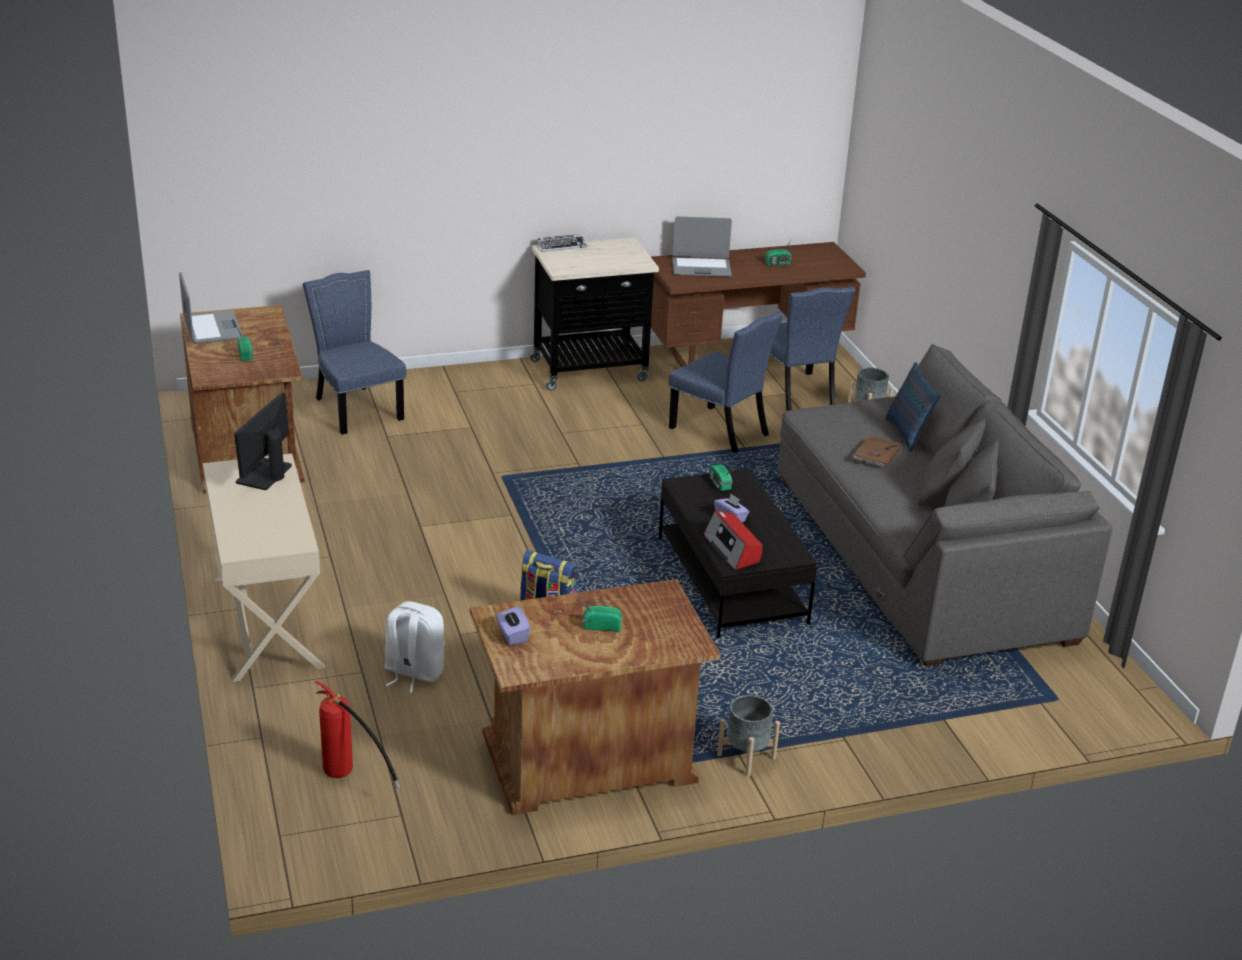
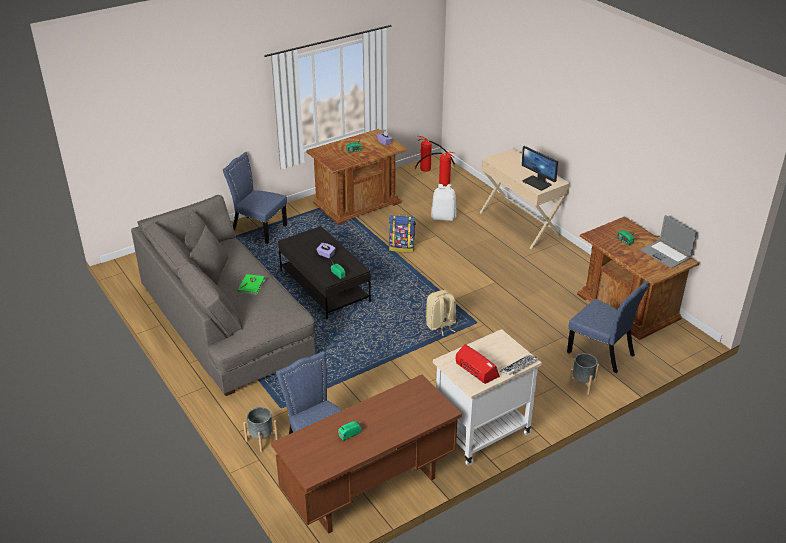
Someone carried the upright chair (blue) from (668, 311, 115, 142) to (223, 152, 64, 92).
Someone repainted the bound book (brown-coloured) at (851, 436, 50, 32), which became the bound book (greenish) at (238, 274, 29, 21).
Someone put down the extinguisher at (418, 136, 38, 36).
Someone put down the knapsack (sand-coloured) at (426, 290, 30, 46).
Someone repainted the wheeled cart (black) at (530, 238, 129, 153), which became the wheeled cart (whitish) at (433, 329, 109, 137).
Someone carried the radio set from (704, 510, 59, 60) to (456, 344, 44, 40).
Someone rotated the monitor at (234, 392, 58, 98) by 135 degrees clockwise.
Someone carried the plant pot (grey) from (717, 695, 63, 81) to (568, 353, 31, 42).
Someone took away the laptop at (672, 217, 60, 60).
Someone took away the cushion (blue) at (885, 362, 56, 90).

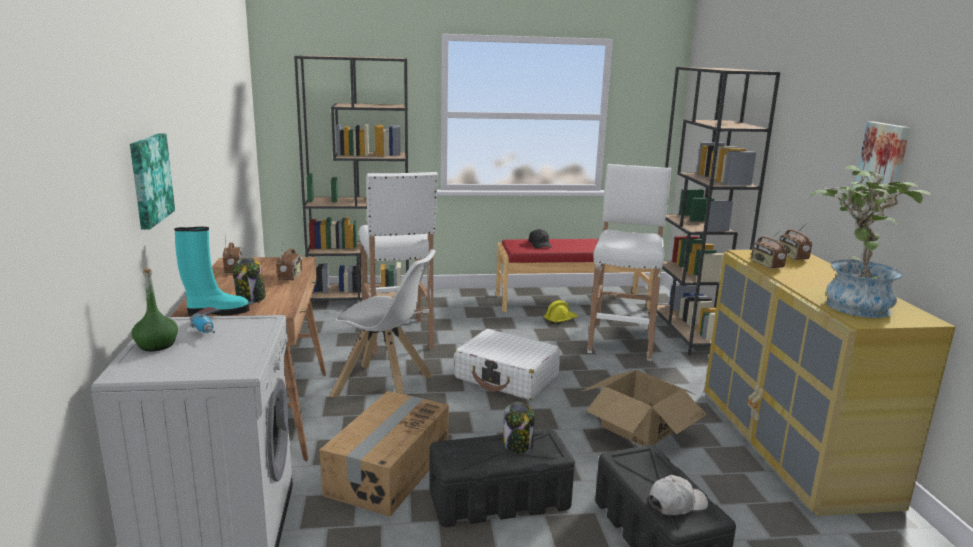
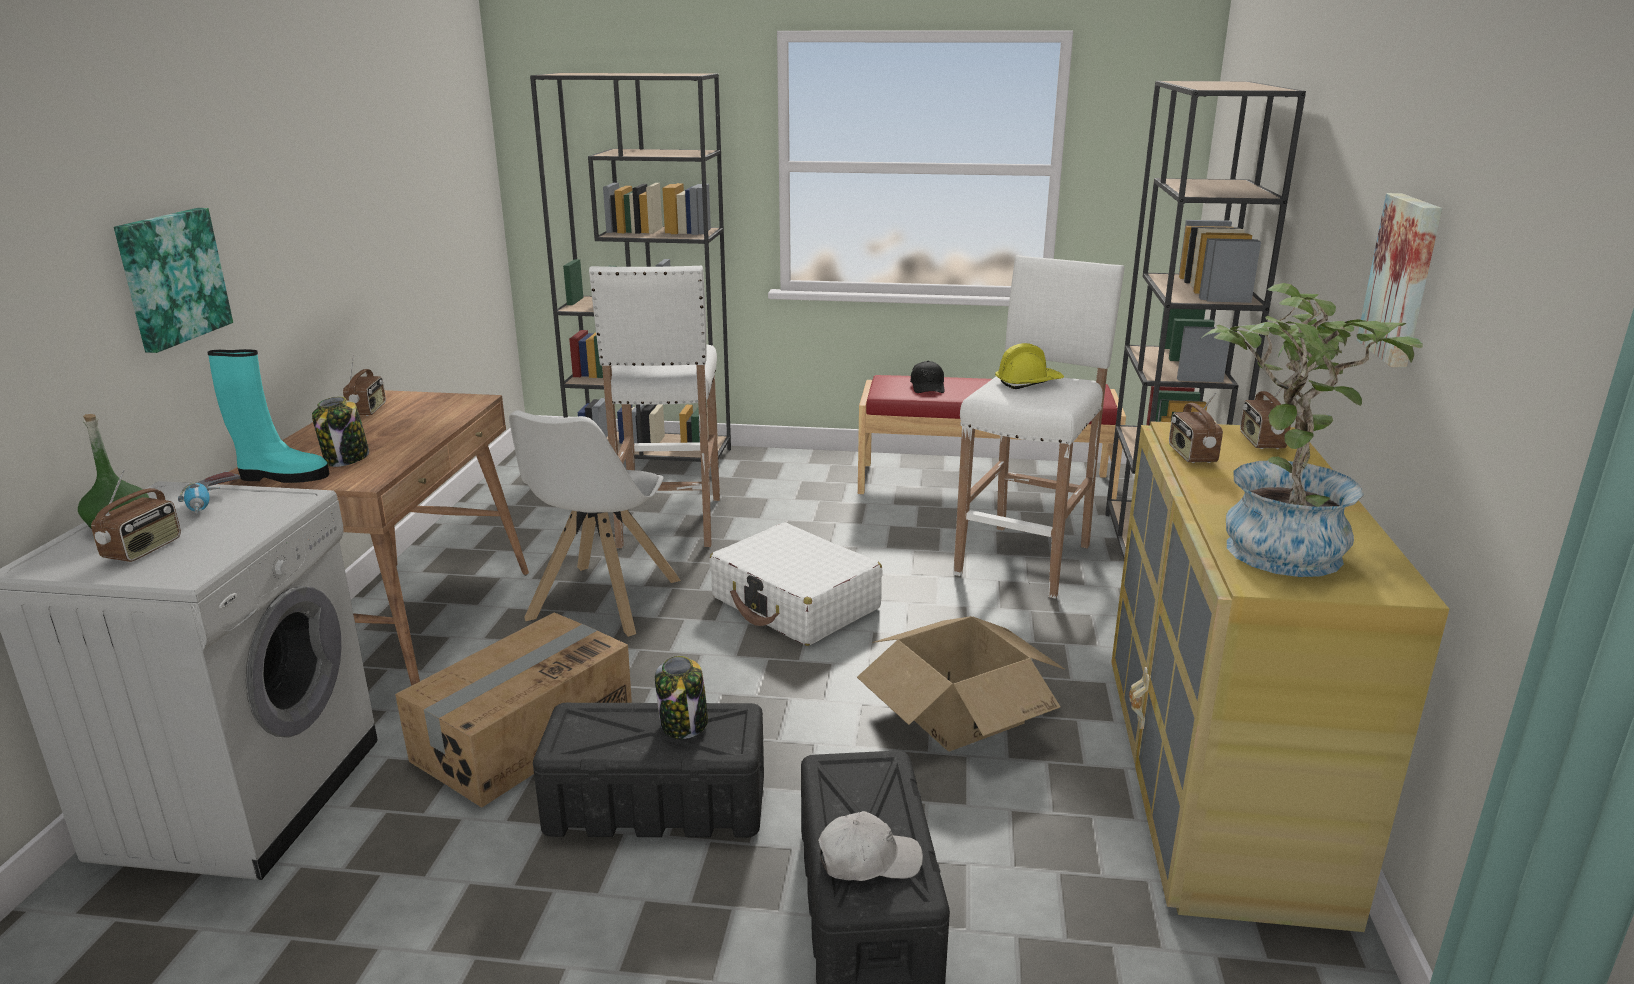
Someone carried the radio set from (276, 239, 26, 42) to (91, 469, 90, 93).
Someone rotated the upright chair at (330, 249, 106, 149) by 75 degrees clockwise.
Someone carried the work helmet (yellow-coloured) from (544, 300, 34, 25) to (995, 343, 69, 46).

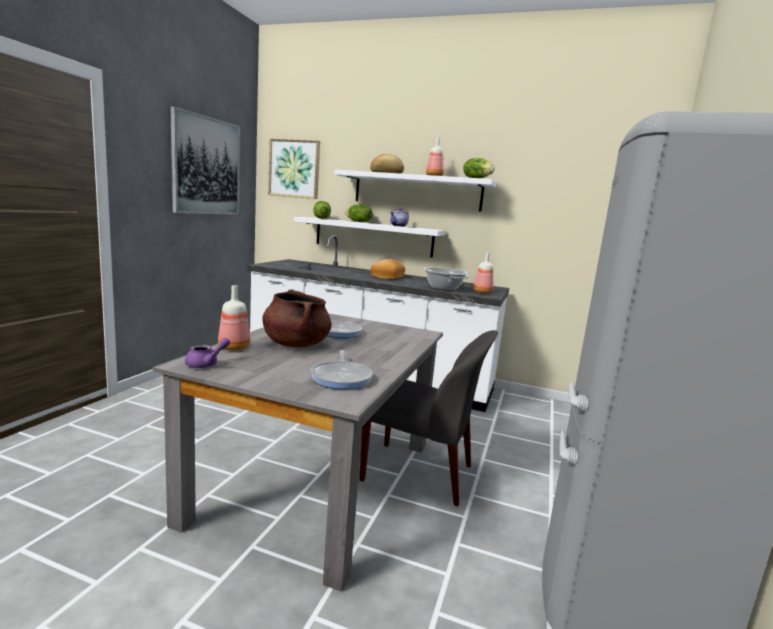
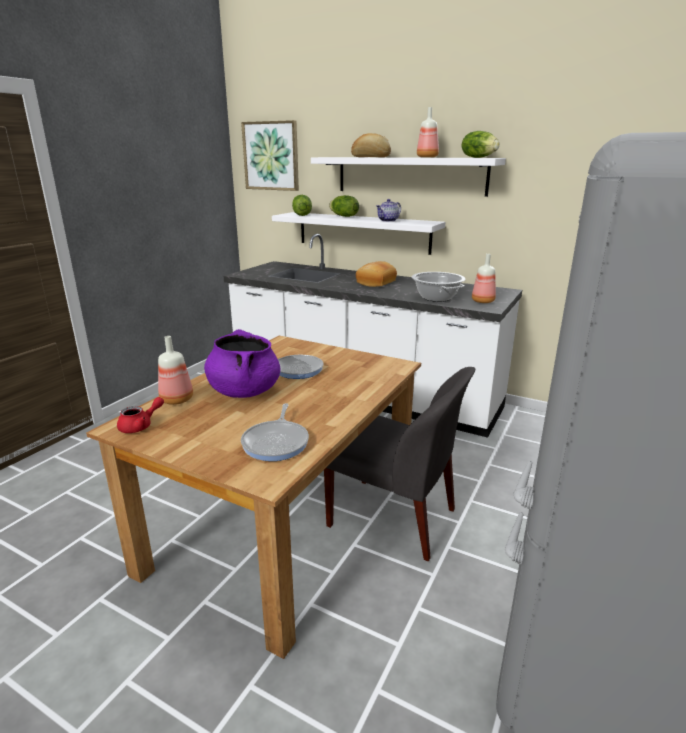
Someone repainted the dinner table (grey) at (153, 313, 290, 279), which became the dinner table (brown-coloured) at (86, 336, 335, 323).
Someone repainted the pot for tea (purplish) at (185, 338, 45, 30), which became the pot for tea (red) at (117, 397, 47, 36).
Someone repainted the stockpot (brown-coloured) at (263, 290, 69, 57), which became the stockpot (purplish) at (204, 329, 77, 69).
Someone took away the picture at (170, 106, 70, 109).

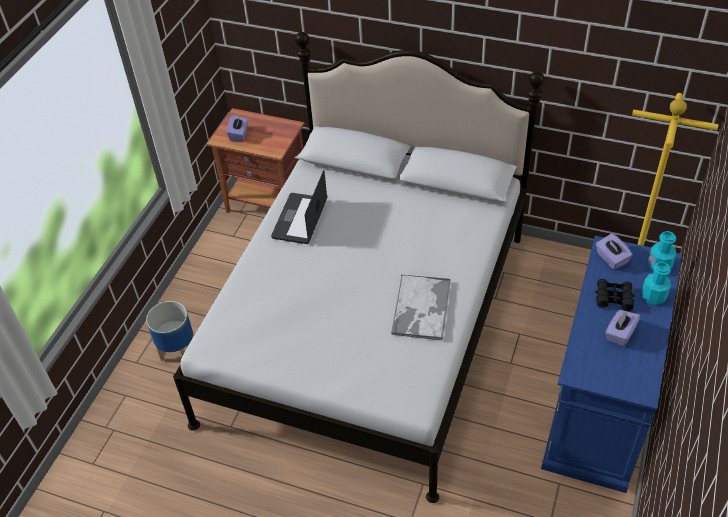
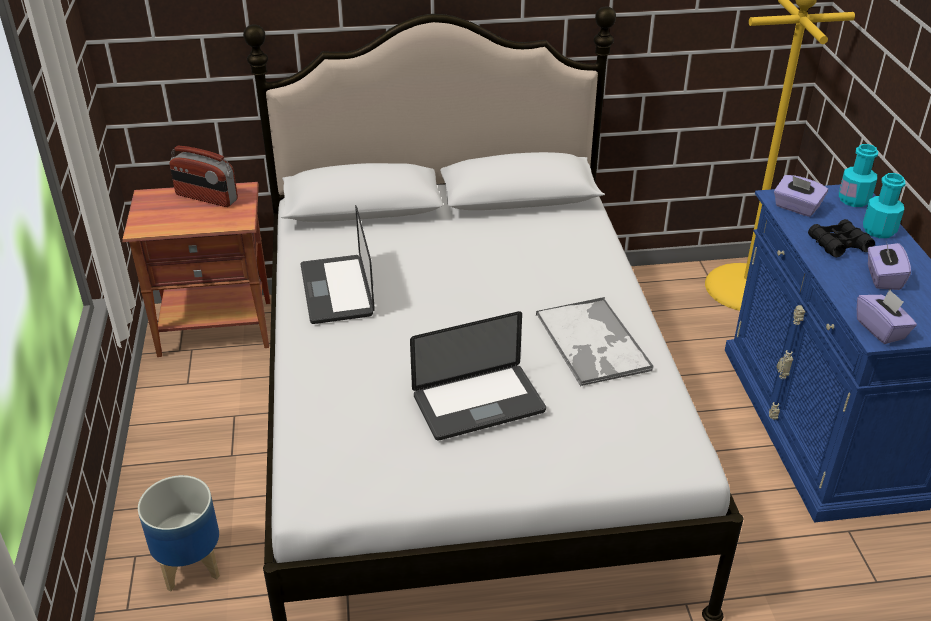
Someone put down the radio set at (170, 146, 68, 61).
Someone put down the laptop at (410, 311, 136, 130).
Someone carried the tissue box (purplish) from (227, 115, 21, 27) to (857, 289, 60, 55).

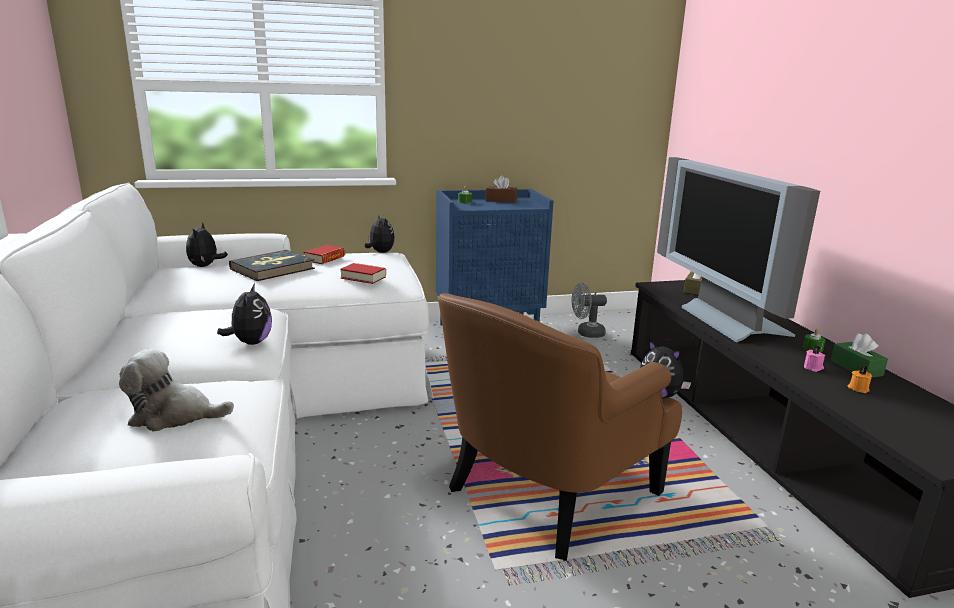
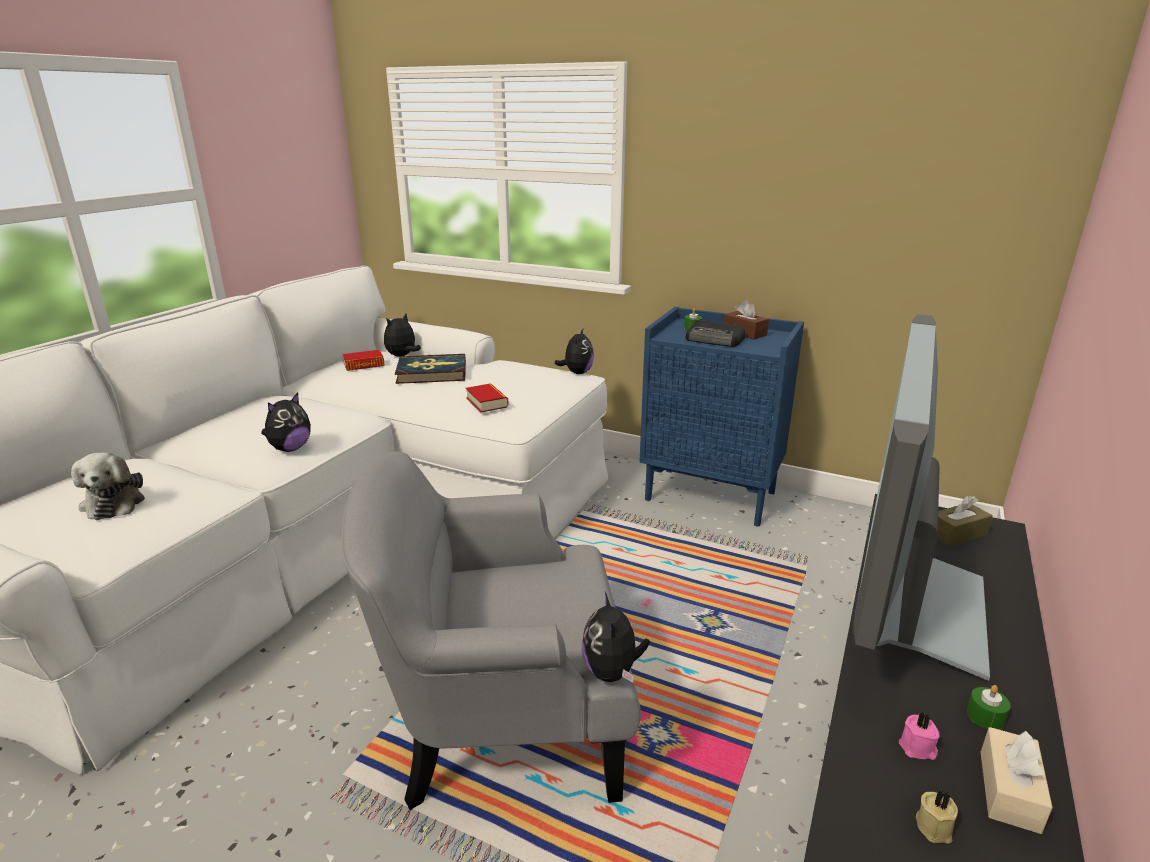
Someone rotated the cuddly toy at (119, 349, 115, 82) by 150 degrees counterclockwise.
Someone carried the bound book from (304, 245, 41, 19) to (342, 350, 42, 21).
Someone repainted the easy chair (brown-coloured) at (438, 293, 244, 268), which became the easy chair (grey) at (342, 451, 299, 359).
Someone put down the radio set at (685, 320, 60, 27).
Someone repainted the candle (orangey) at (848, 365, 24, 28), which became the candle (sand-coloured) at (916, 790, 42, 54).
Someone repainted the tissue box (greenish) at (831, 333, 57, 45), which became the tissue box (sand-coloured) at (981, 727, 72, 107).
Someone took away the cooling fan (grey) at (572, 283, 35, 55).

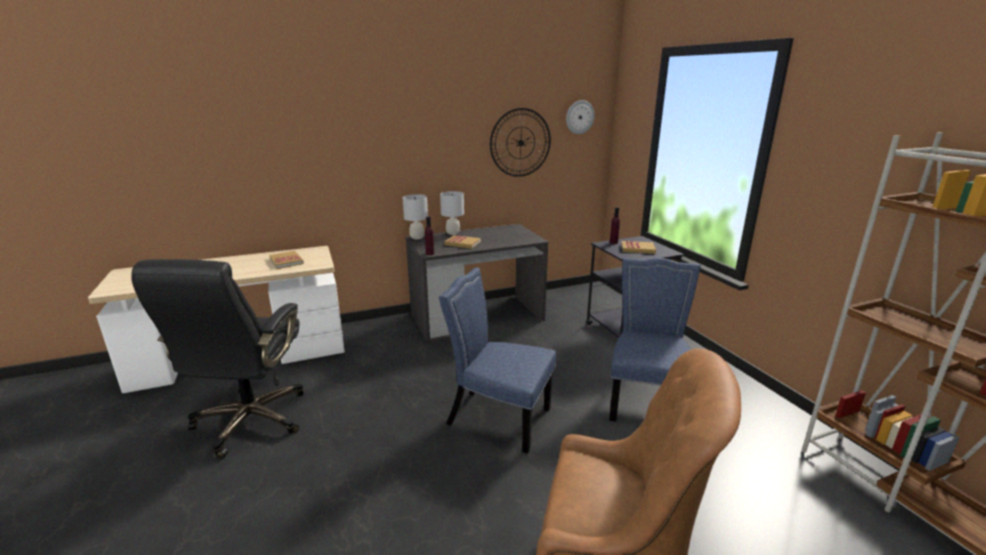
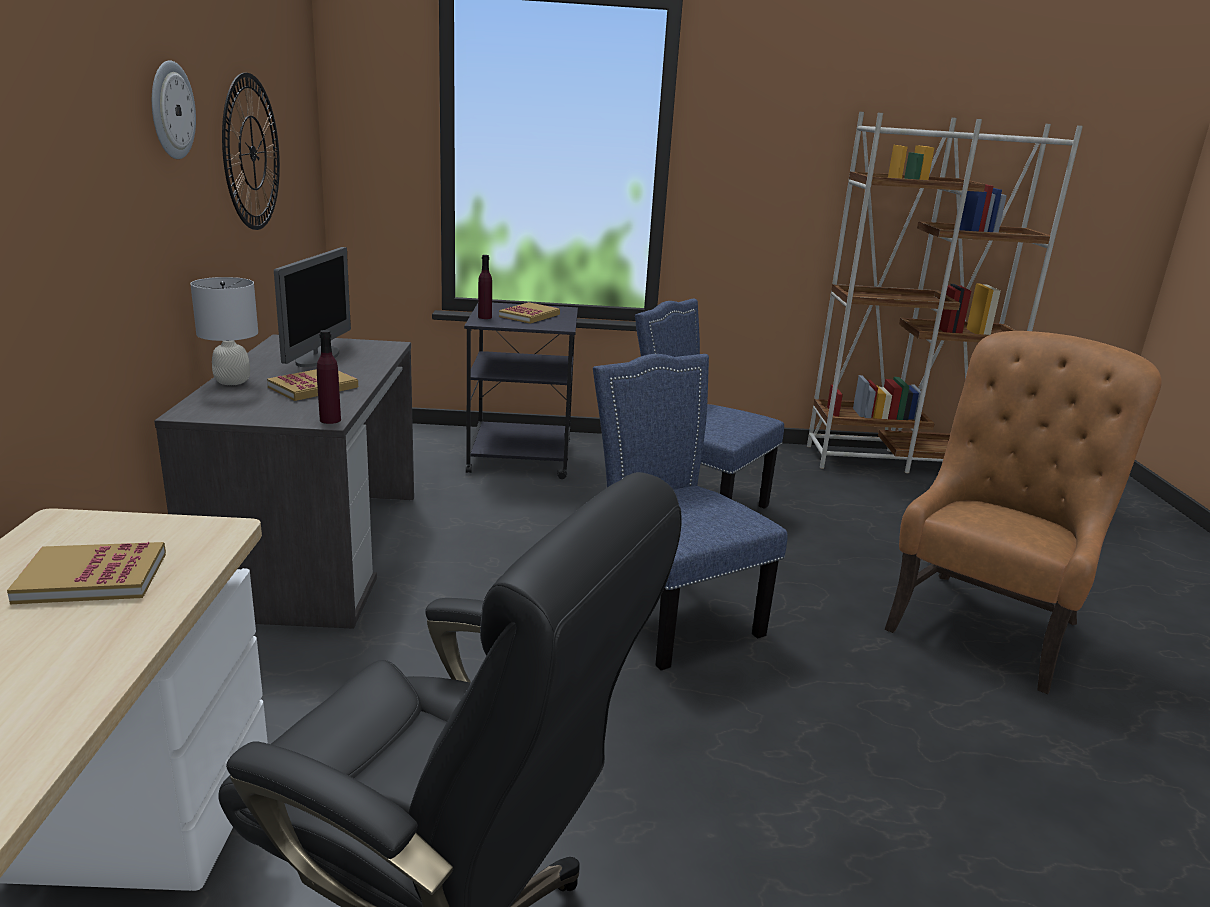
Someone carried the wall clock from (566, 100, 29, 34) to (152, 60, 44, 99).
Someone put down the monitor at (274, 247, 77, 120).
Someone rotated the upright chair (blue) at (439, 267, 117, 187) by 105 degrees clockwise.
Someone took away the lamp for a table (grey) at (403, 194, 25, 46).

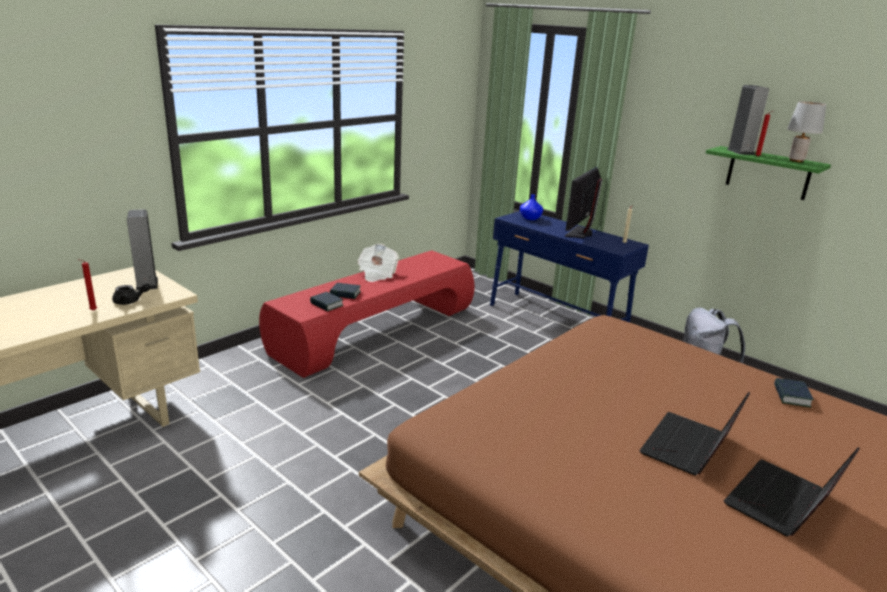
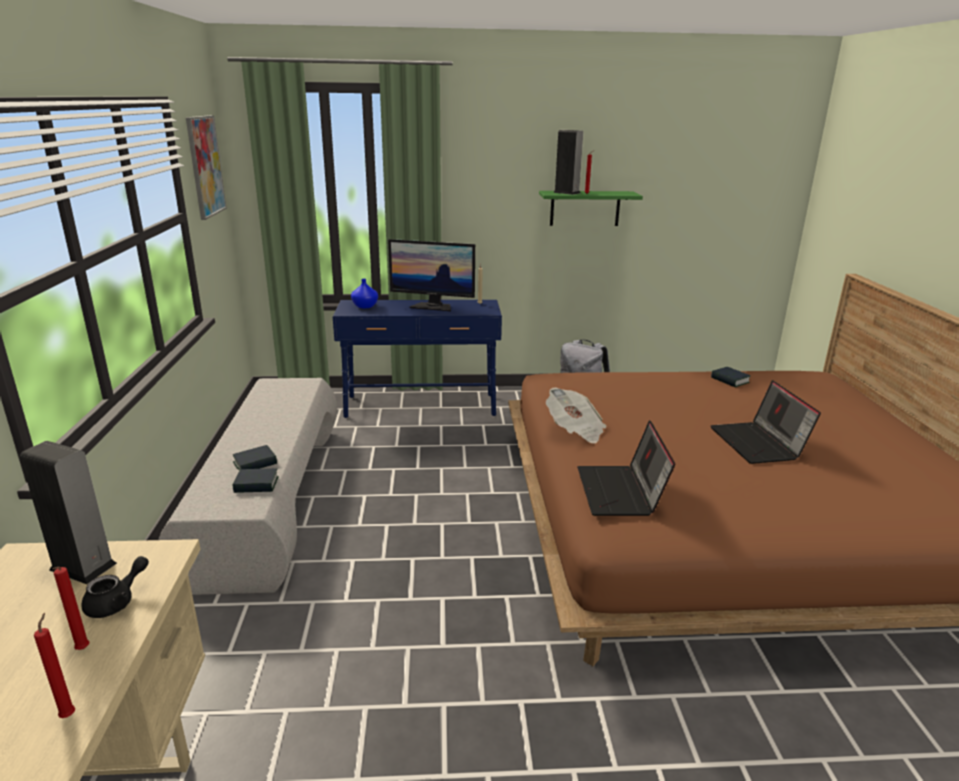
Someone put down the candle (red) at (34, 613, 41, 105).
Someone repainted the indoor bench (red) at (259, 250, 216, 128), which became the indoor bench (grey) at (159, 378, 178, 217).
Someone put up the picture at (186, 115, 41, 105).
Someone rotated the monitor at (565, 166, 38, 73) by 60 degrees counterclockwise.
Someone carried the newspaper from (357, 244, 42, 38) to (546, 387, 60, 57).
Someone carried the laptop from (724, 447, 136, 90) to (577, 420, 98, 96).
Someone took away the lamp for a table (grey) at (787, 101, 40, 61).

